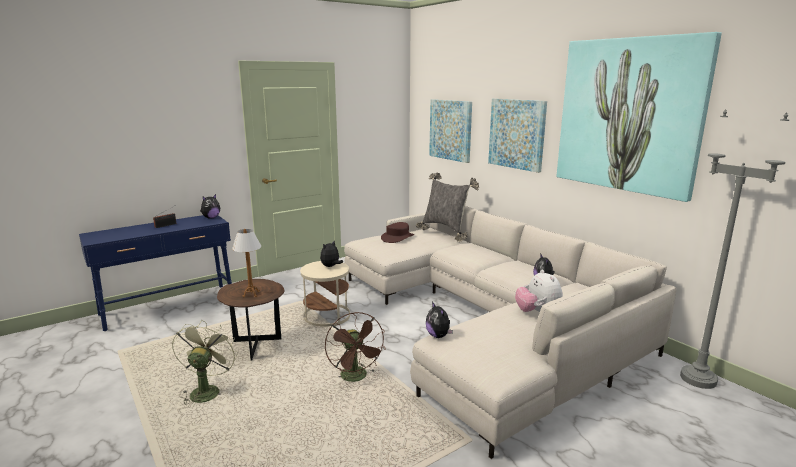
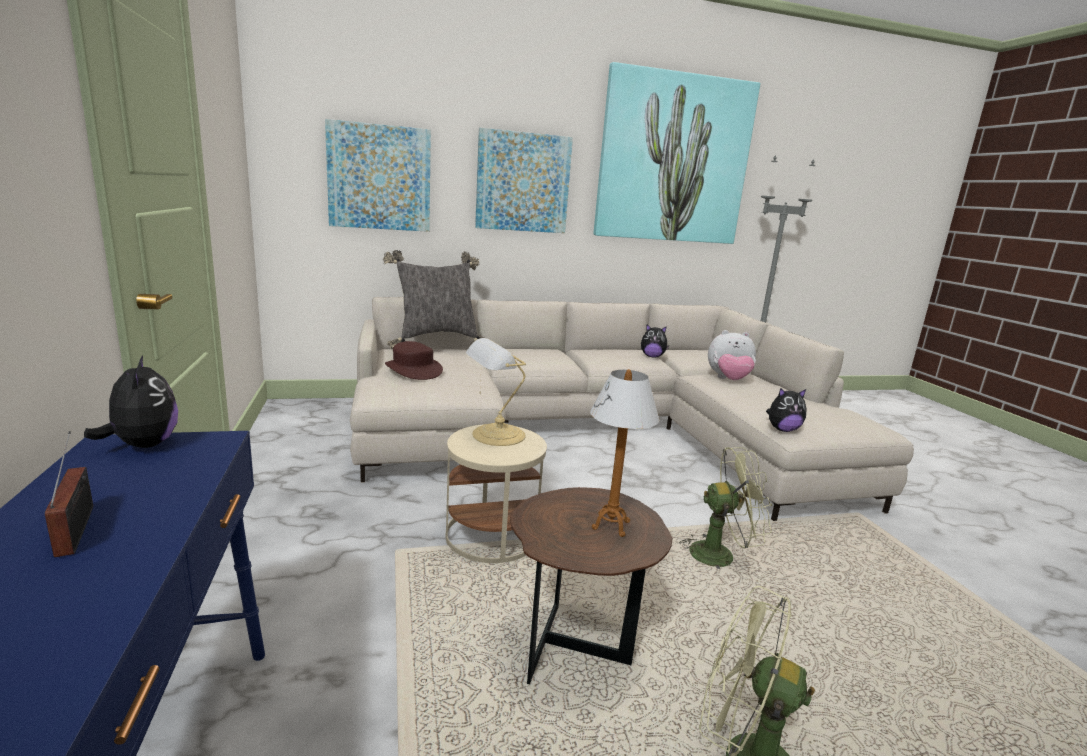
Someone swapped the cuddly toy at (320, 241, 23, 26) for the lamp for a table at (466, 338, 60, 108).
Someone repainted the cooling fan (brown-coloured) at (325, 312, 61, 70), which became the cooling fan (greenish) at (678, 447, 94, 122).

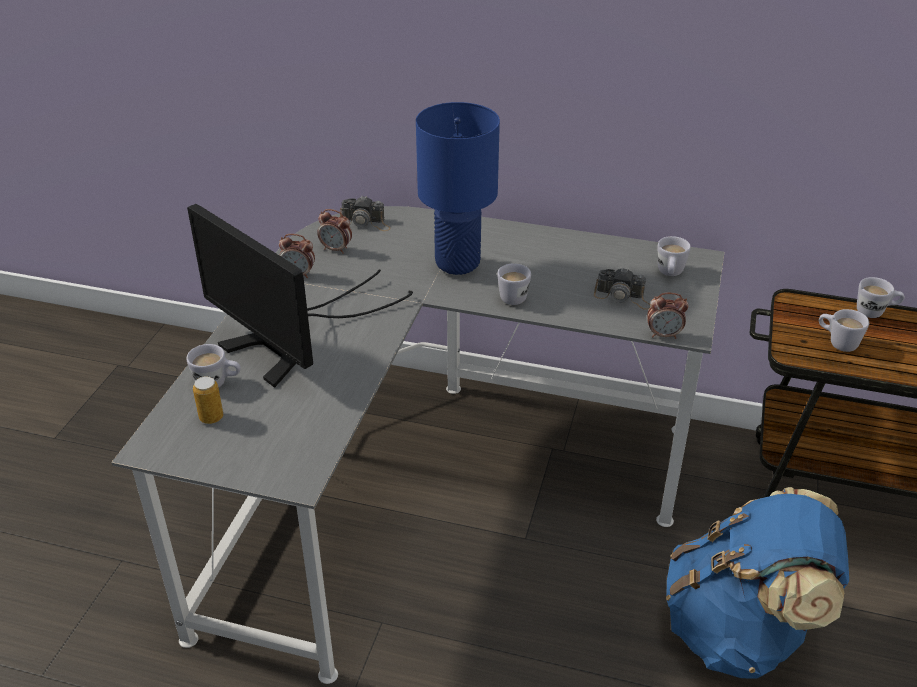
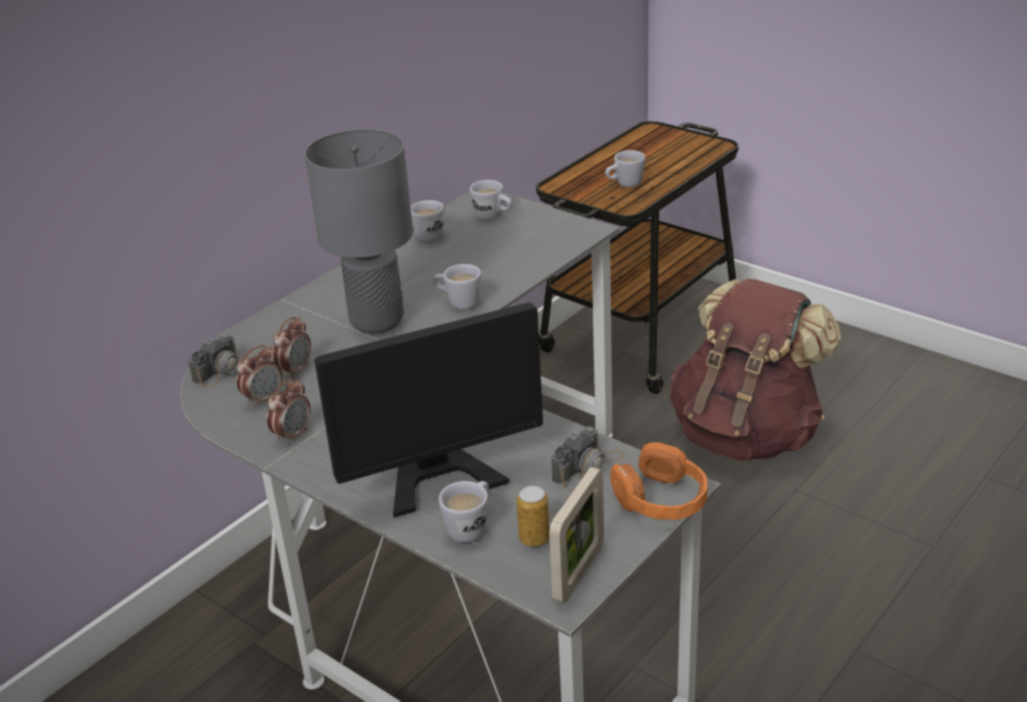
Someone carried the table clock from (647, 293, 42, 46) to (273, 317, 38, 62).
Someone repainted the lamp for a table (blue) at (416, 102, 84, 173), which became the lamp for a table (grey) at (305, 129, 108, 205).
Someone carried the tea mug (whitish) from (857, 277, 48, 41) to (411, 200, 34, 42).
Someone put down the standing frame at (549, 467, 55, 137).
Someone carried the still camera from (594, 267, 57, 43) to (551, 426, 74, 65).
Someone put down the headset (orangey) at (610, 442, 98, 78).
Someone repainted the knapsack (blue) at (666, 487, 183, 192), which became the knapsack (brown-coloured) at (669, 279, 172, 182).

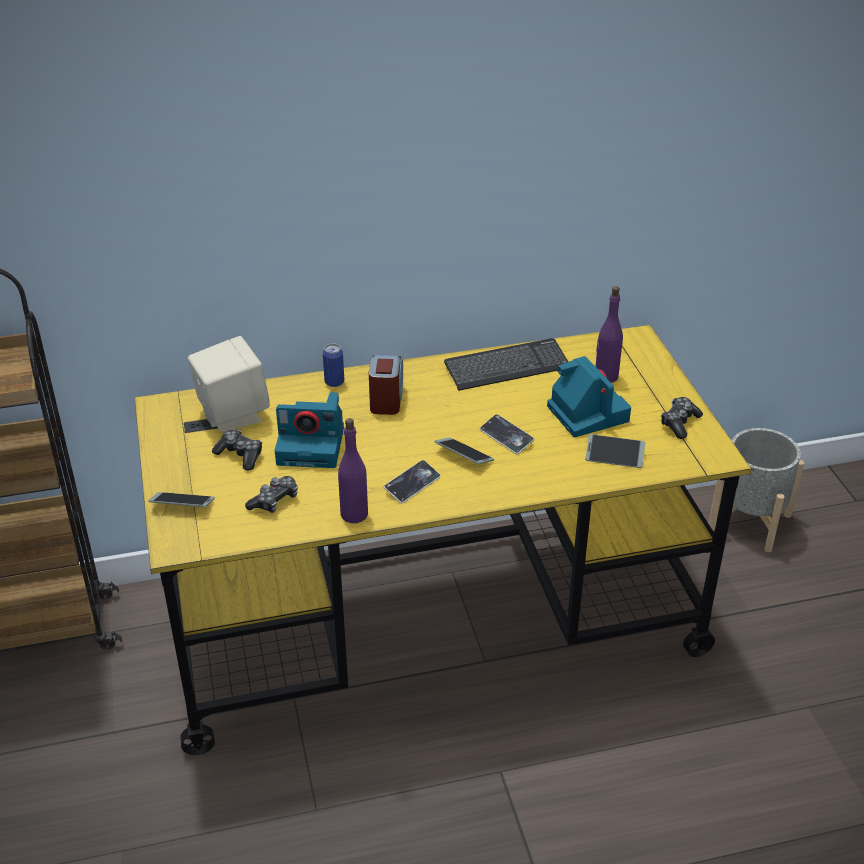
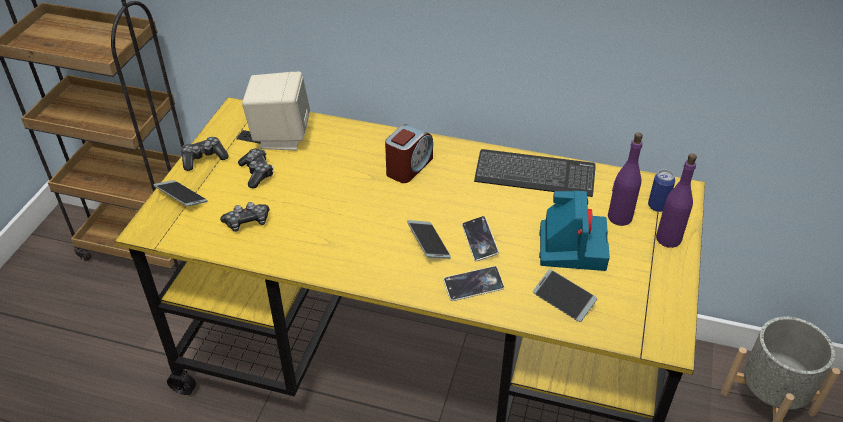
Someone carried the gamepad from (661, 397, 42, 42) to (181, 137, 48, 34).
Someone carried the phone from (384, 460, 57, 43) to (443, 266, 61, 35).
Someone carried the sealed can from (323, 343, 21, 44) to (648, 170, 27, 42).
Someone carried the drink bottle (purplish) from (338, 418, 30, 105) to (656, 153, 41, 95).
Someone took away the still camera at (275, 392, 69, 76).

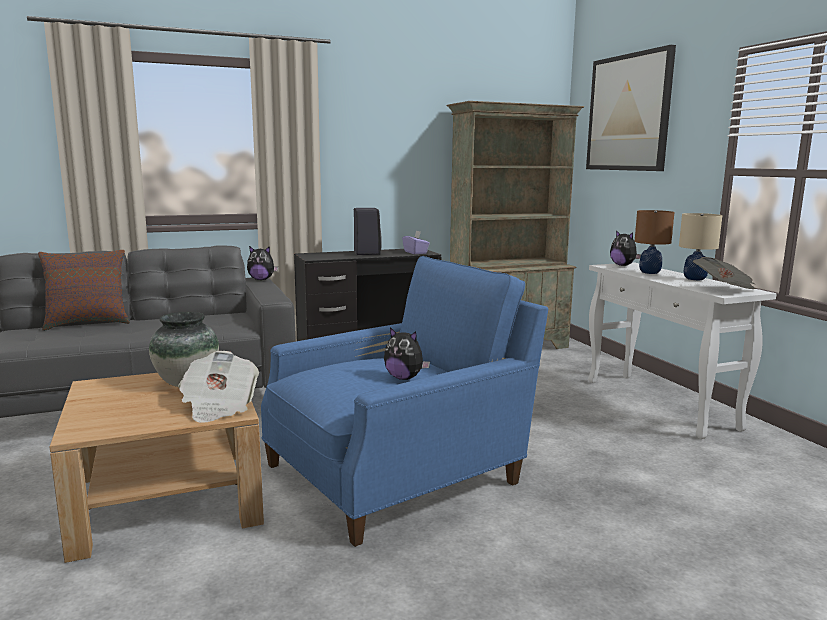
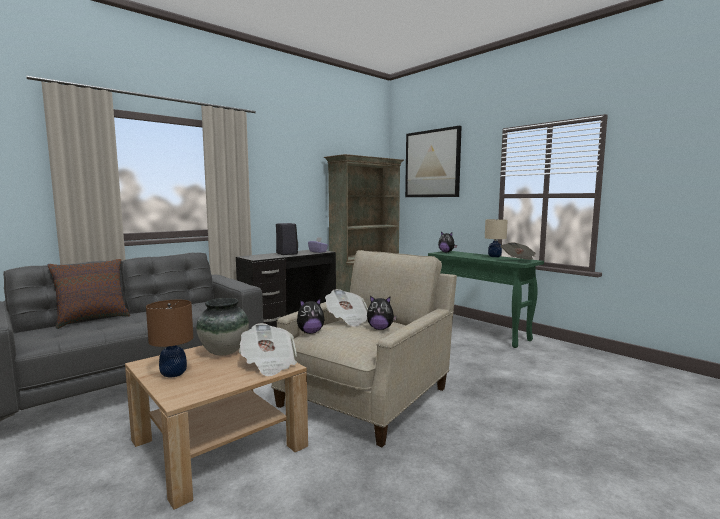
Someone carried the lamp for a table (brown-coloured) from (635, 210, 39, 64) to (146, 300, 47, 78).
Someone repainted the easy chair (blue) at (261, 256, 287, 291), which became the easy chair (sand-coloured) at (271, 250, 186, 197).
Someone carried the cuddly toy from (247, 246, 31, 34) to (297, 298, 27, 36).
Someone put down the newspaper at (325, 289, 43, 38).
Someone repainted the console table (whitish) at (588, 262, 189, 177), which became the console table (greenish) at (428, 251, 116, 97).

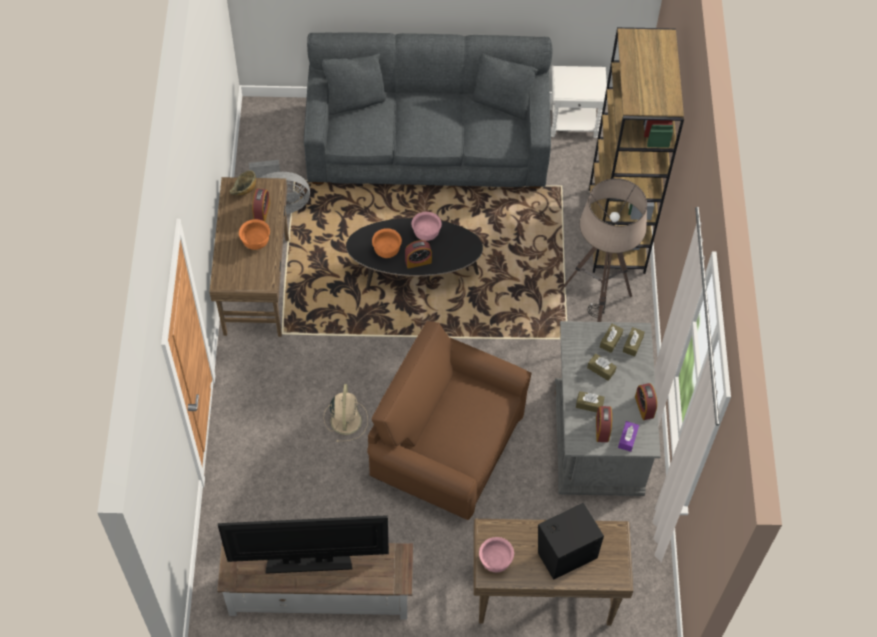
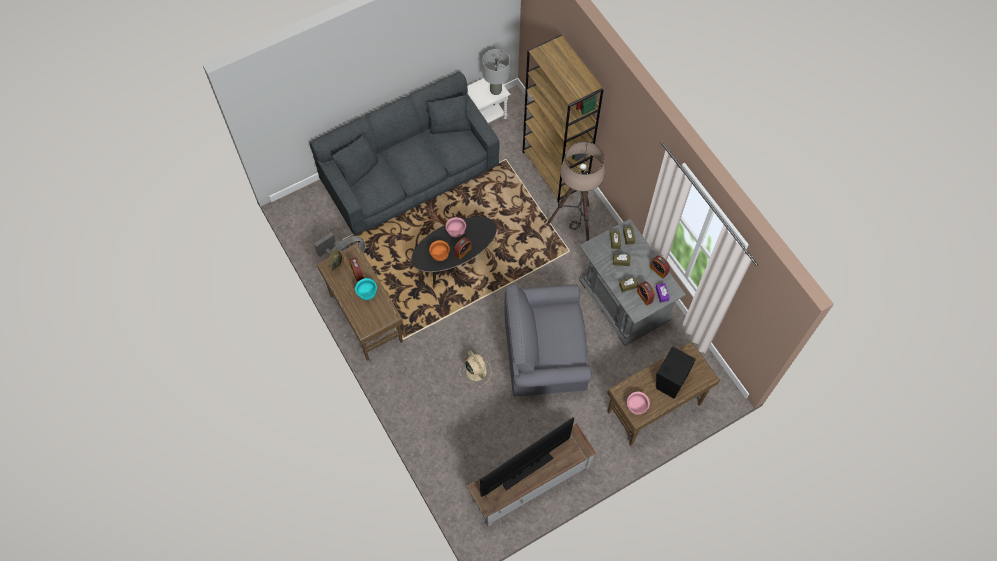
Someone repainted the deep dish (orangey) at (239, 219, 31, 31), which became the deep dish (turquoise) at (355, 278, 22, 22).
Someone put down the lamp for a table (grey) at (482, 49, 28, 46).
Someone repainted the easy chair (brown-coloured) at (367, 321, 164, 199), which became the easy chair (grey) at (504, 285, 87, 112).

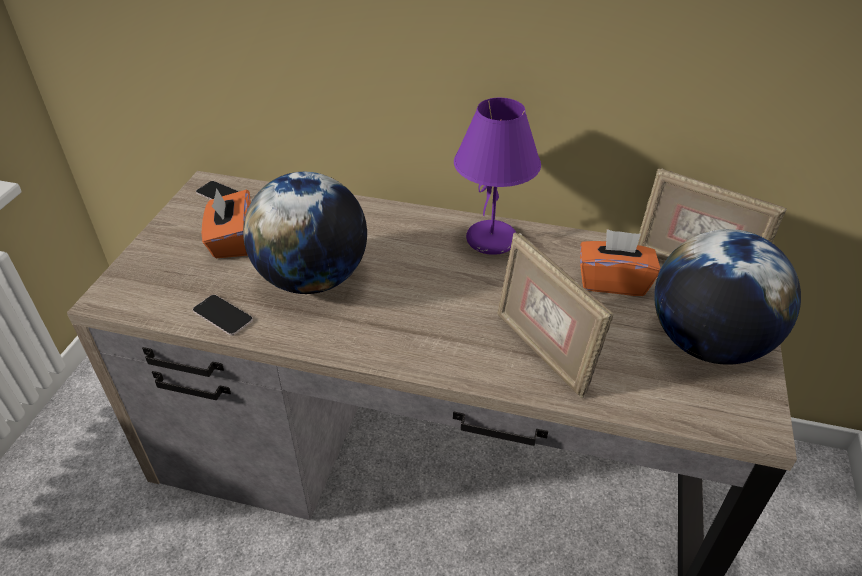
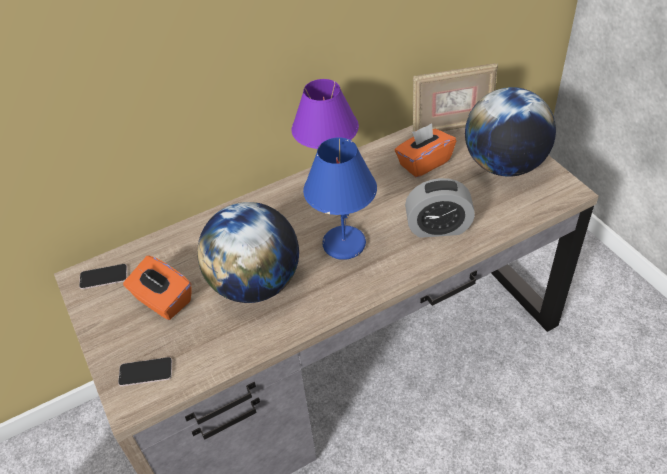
Someone carried the phone from (193, 294, 60, 42) to (118, 357, 54, 29).
Someone put down the lamp for a table (blue) at (303, 137, 74, 123).
Someone swapped the standing frame at (497, 232, 117, 166) for the table clock at (405, 178, 70, 60).

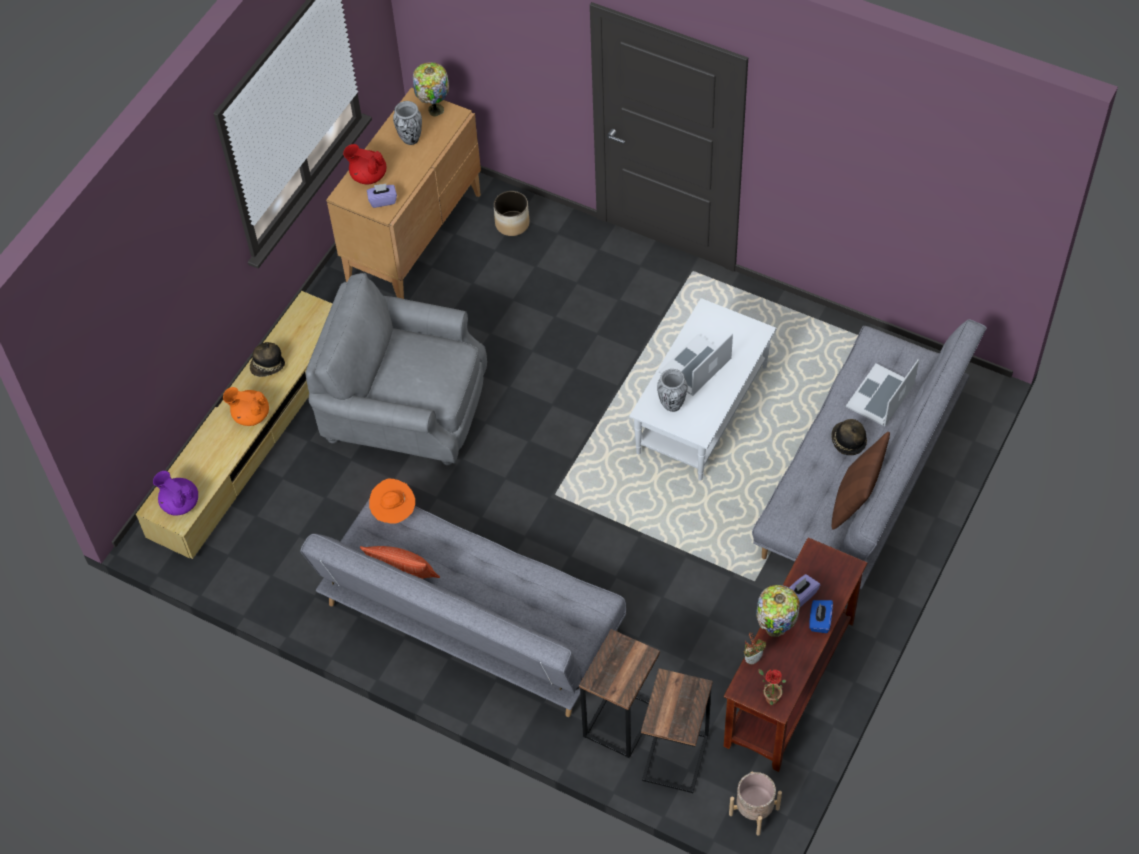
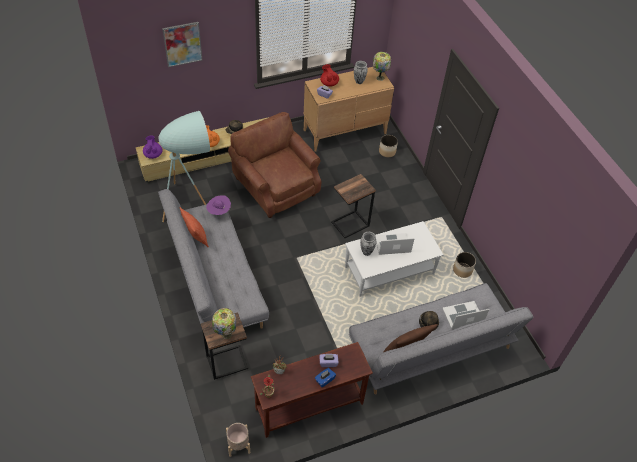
Someone put down the standing lamp (turquoise) at (159, 111, 51, 111).
Someone put up the picture at (162, 22, 40, 45).
Someone repainted the wearable hat (orangey) at (369, 479, 46, 44), which became the wearable hat (purplish) at (206, 195, 25, 20).
Someone carried the lamp for a table from (756, 585, 44, 52) to (212, 308, 24, 31).
Someone repainted the easy chair (grey) at (306, 273, 181, 193), which became the easy chair (brown-coloured) at (228, 112, 93, 106).
Someone carried the accent table from (641, 668, 72, 125) to (331, 174, 45, 64).
Someone put down the plant pot at (453, 252, 23, 26).

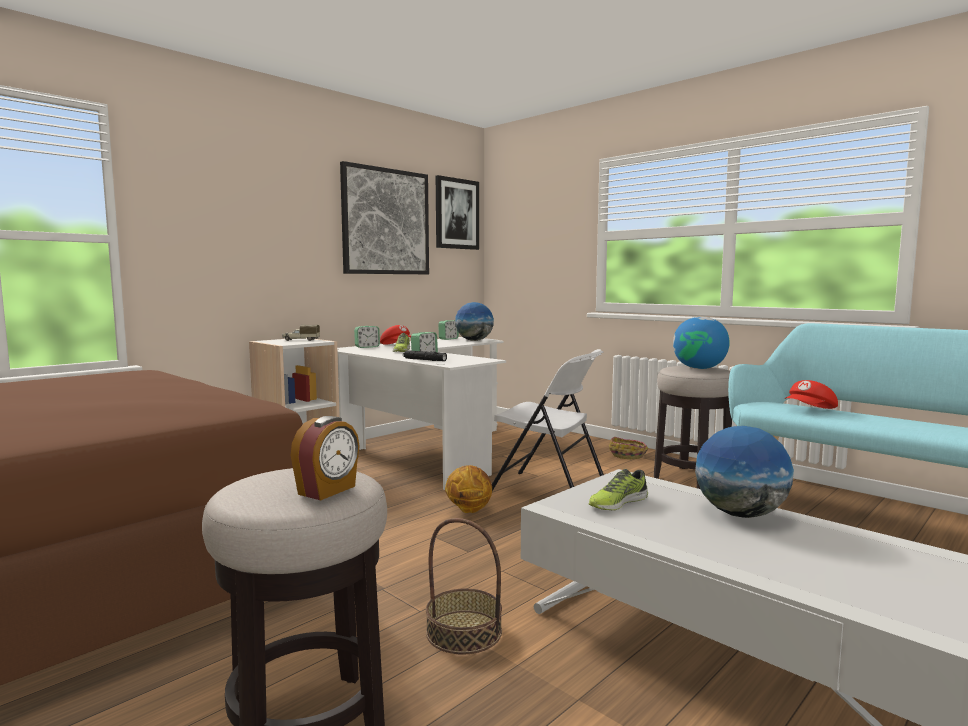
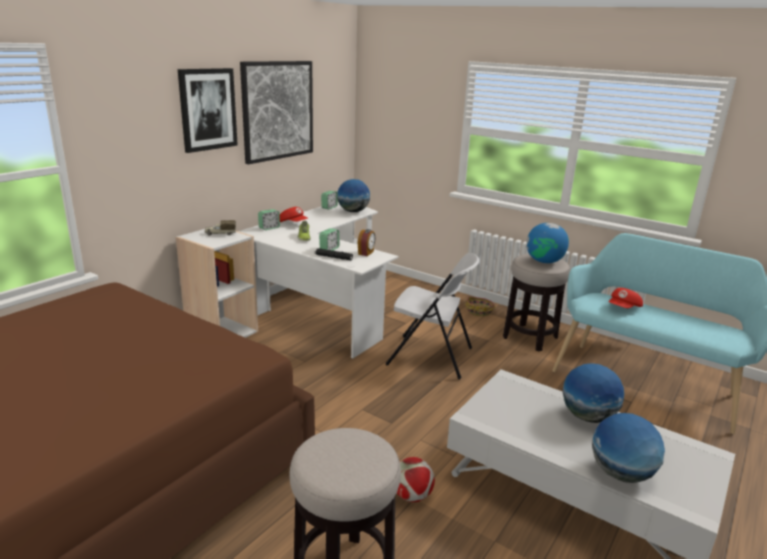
Someone carried the picture from (436, 175, 43, 75) to (178, 68, 60, 85).
Someone carried the table clock from (291, 416, 69, 84) to (358, 229, 17, 27).
Someone swapped the household basket at (426, 518, 76, 136) for the football ball at (397, 457, 38, 45).
Someone put down the desk globe at (592, 413, 73, 70).
Someone took away the basketball at (445, 465, 47, 48).
Someone took away the item of footwear at (589, 469, 59, 41).

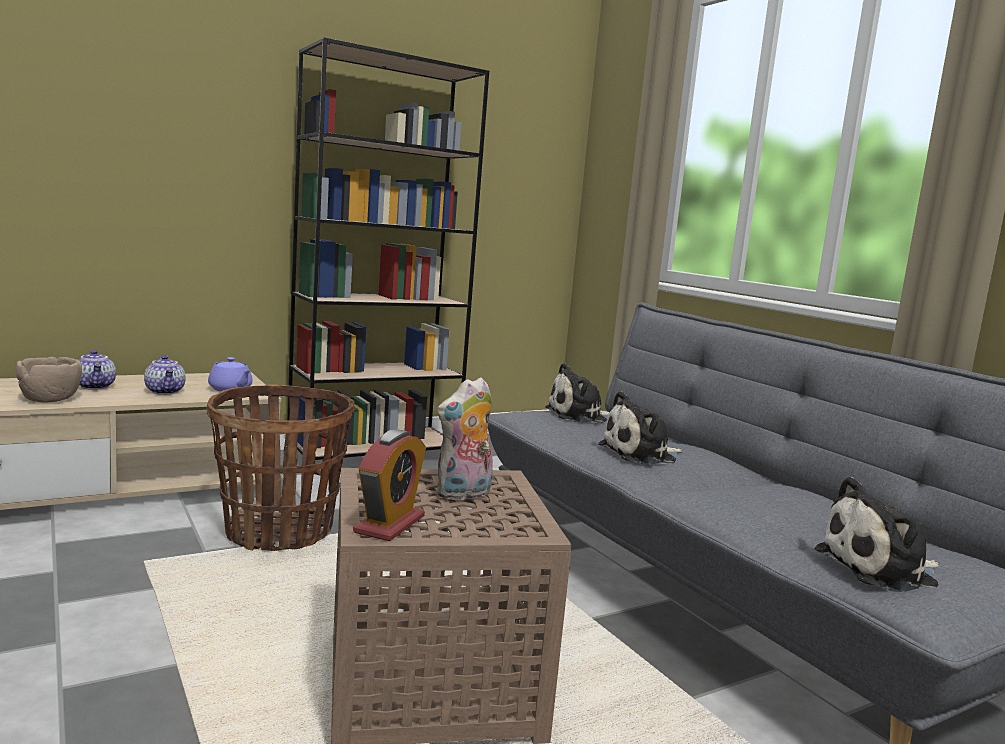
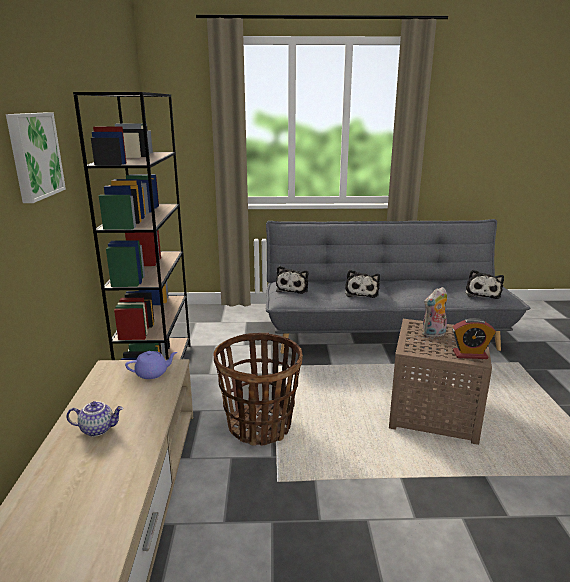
Someone put up the picture at (6, 113, 60, 90).
Someone rotated the cuddly toy at (437, 377, 56, 123) by 75 degrees clockwise.
Someone rotated the table clock at (353, 429, 73, 112) by 135 degrees clockwise.
Someone took away the deep dish (brown-coloured) at (16, 357, 66, 46).
Someone took away the pot for tea at (144, 355, 41, 40).

